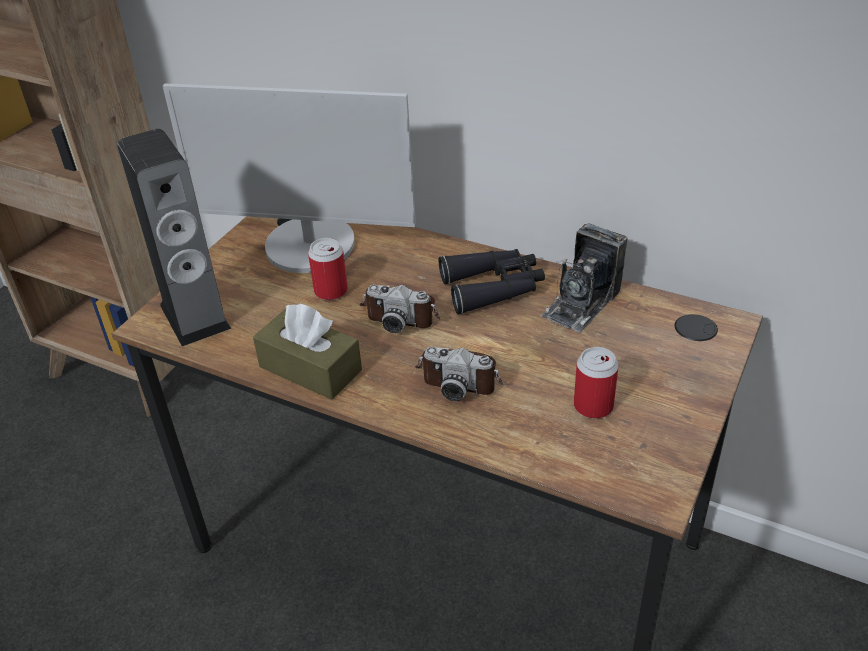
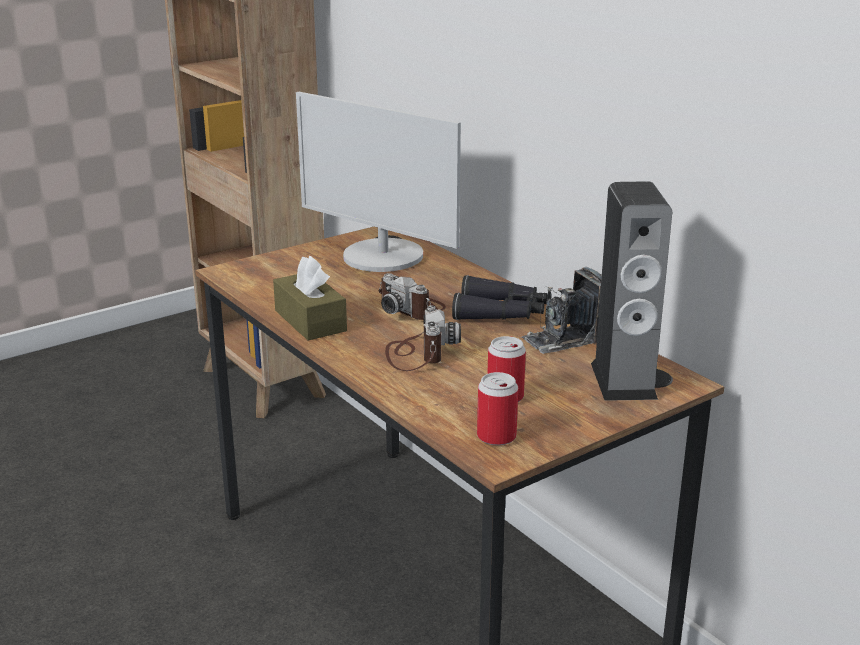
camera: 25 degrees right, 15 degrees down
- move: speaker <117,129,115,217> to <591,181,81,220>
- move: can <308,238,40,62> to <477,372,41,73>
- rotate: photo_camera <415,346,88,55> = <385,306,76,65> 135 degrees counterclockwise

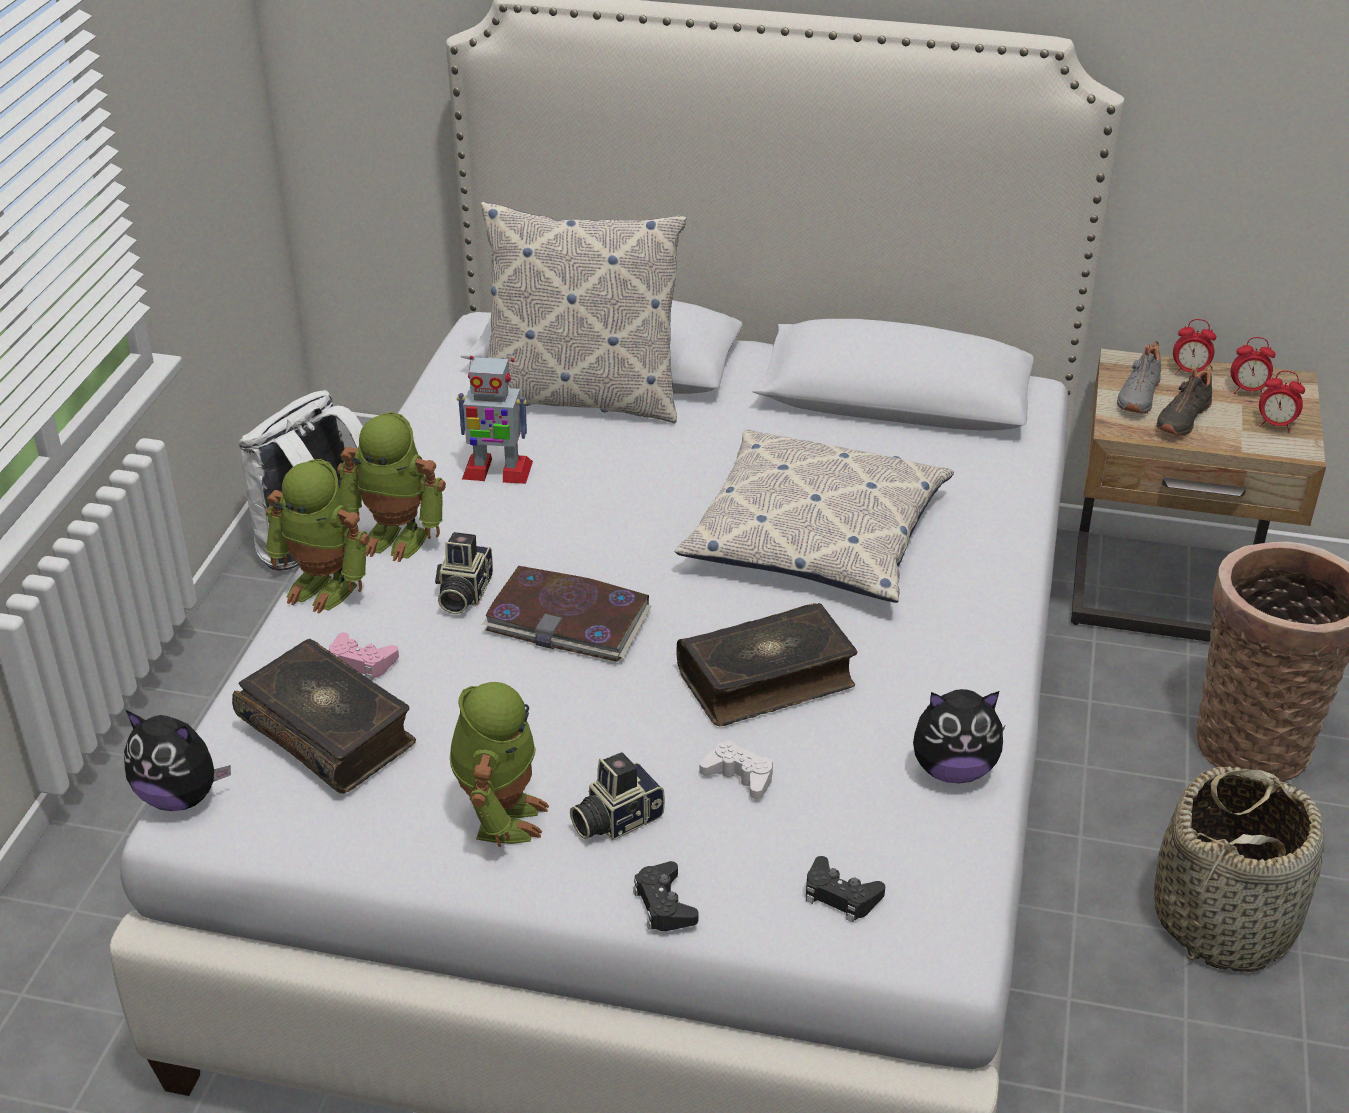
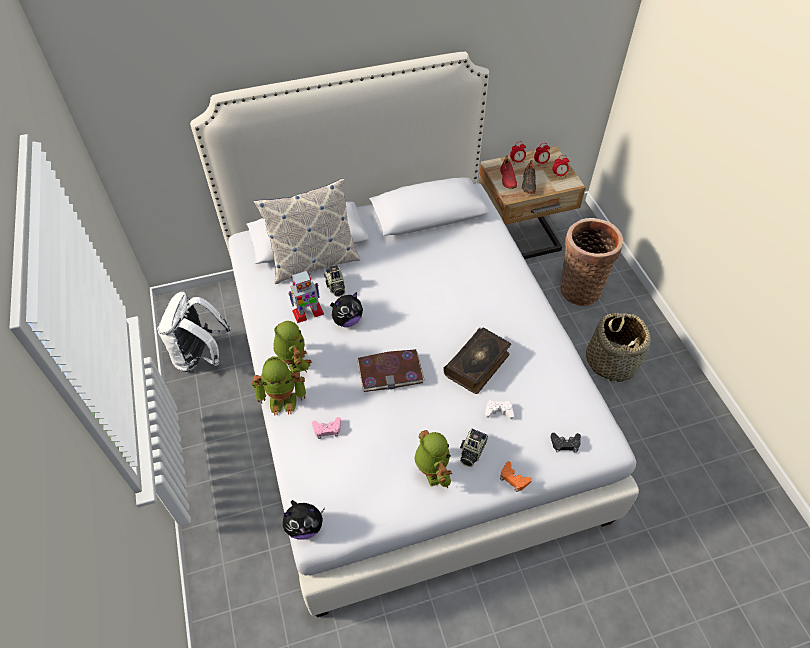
camera: 30 degrees left, 15 degrees up
- delete: book <232,639,184,155>
- delete: pillow <674,429,280,174>
- move: photo_camera <435,532,58,82> to <324,265,21,32>
- move: plush_toy <913,689,93,94> to <330,292,33,35>
- recolor: black_game_controller <633,861,65,70> to orange_game_controller <500,461,32,31>
- recolor: grey_shoe <1117,342,44,72> to red_shoe <500,155,17,34>
- rotate: toy_robot <337,412,109,150> = <273,321,39,52> 105 degrees counterclockwise

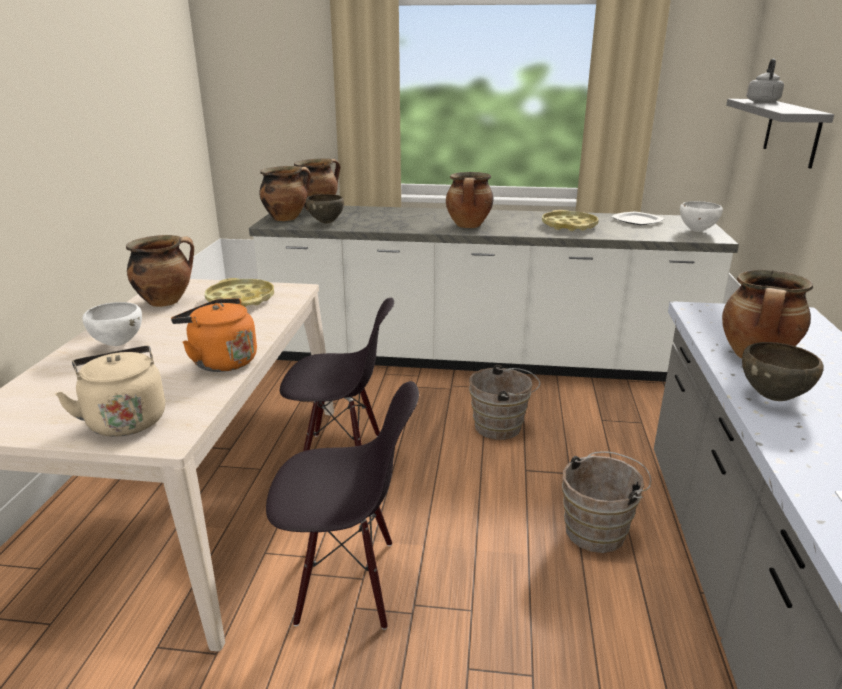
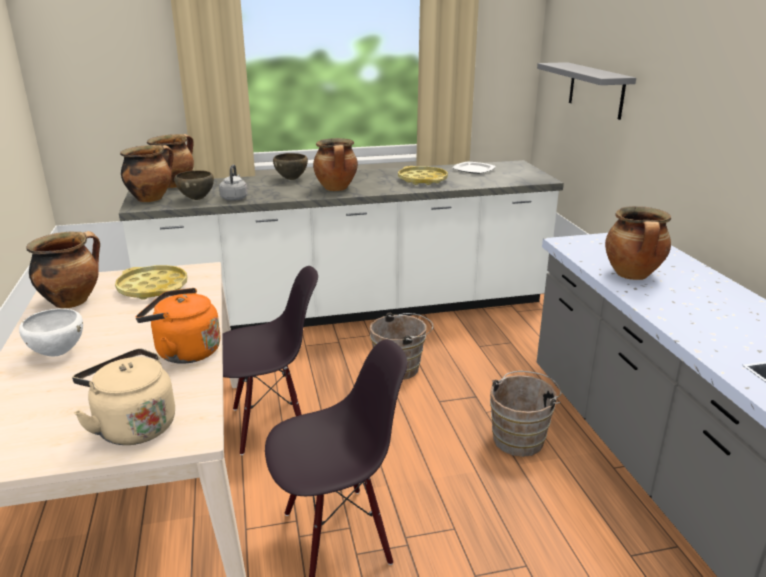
camera: 20 degrees left, 0 degrees up
- delete: white_bowl <680,201,43,31>
- move: brown_bowl <742,342,82,59> to <273,153,35,27>
- move: grey_kettle <746,59,38,44> to <219,164,29,37>

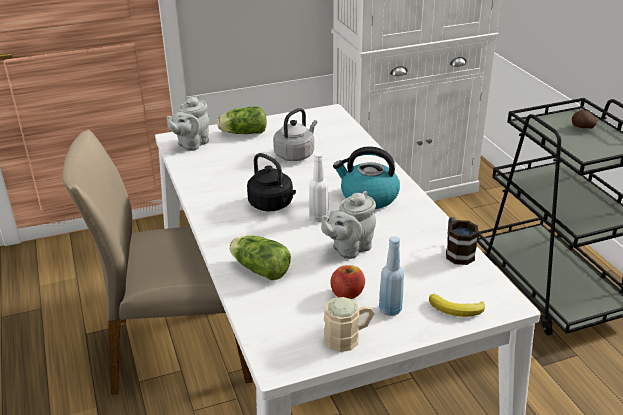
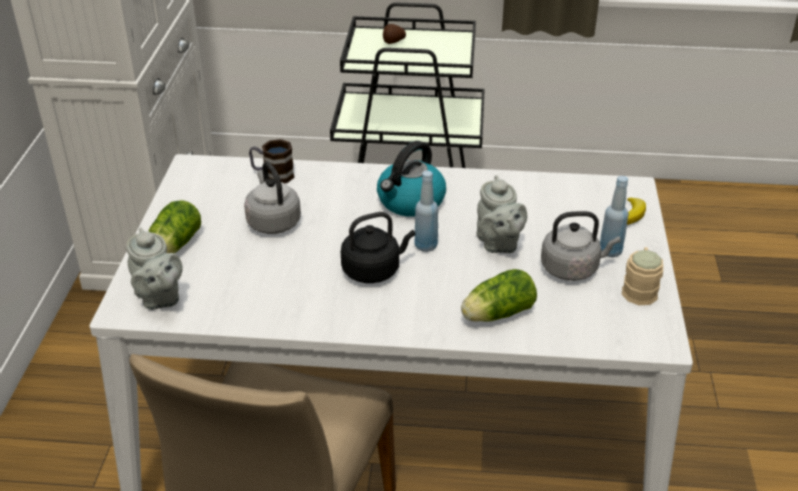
camera: 65 degrees left, 5 degrees up
- move: mug <446,217,33,48> to <249,139,46,44>
- replace: apple <330,265,35,34> to grey_kettle <541,211,80,70>
- recolor: white_bottle <309,152,19,70> to blue_bottle <414,171,24,81>

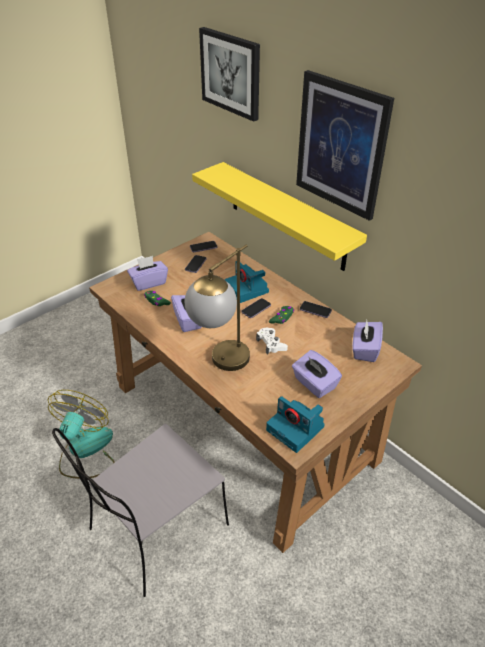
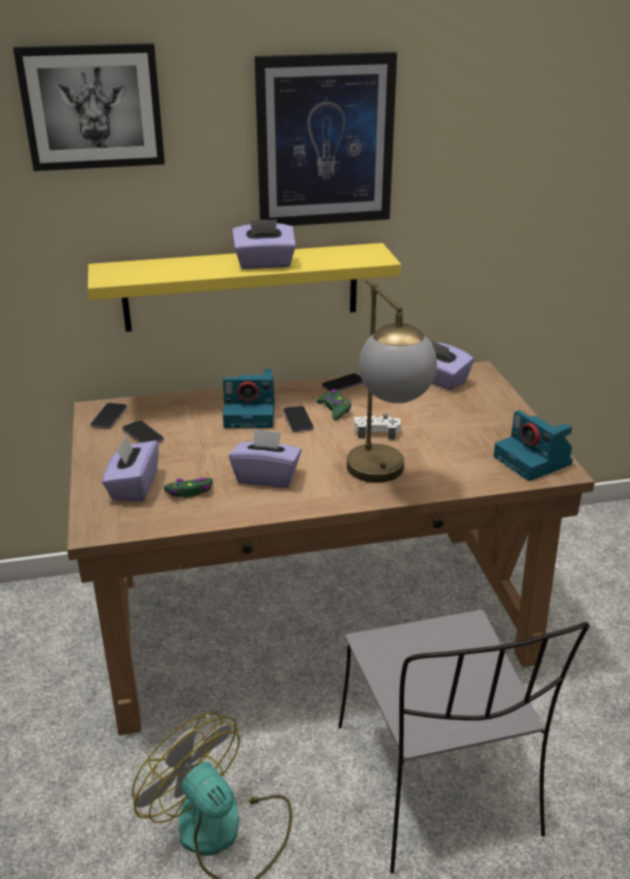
camera: 60 degrees left, 10 degrees down
- move: purple_tissue_box <292,350,50,48> to <232,219,64,50>
- rotate: photo_camera <266,396,59,57> = <493,410,80,71> 75 degrees clockwise

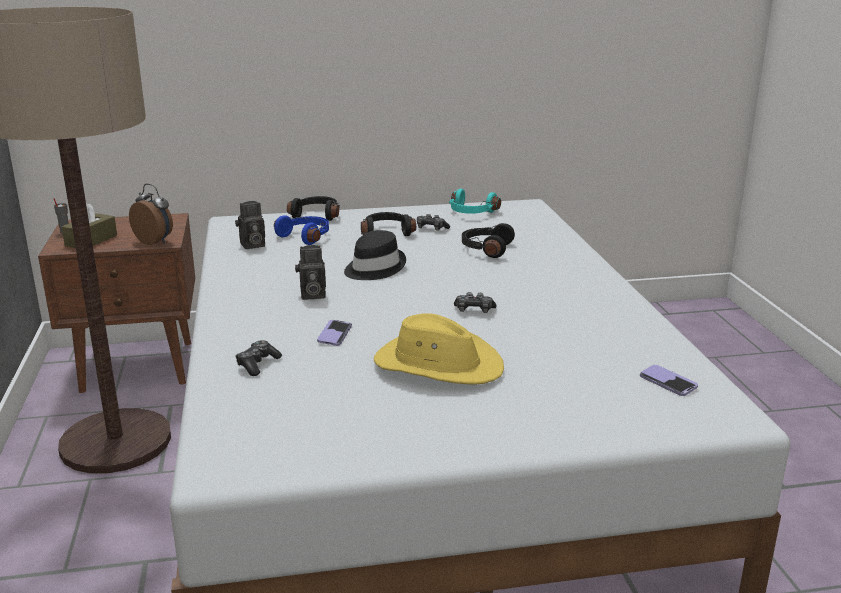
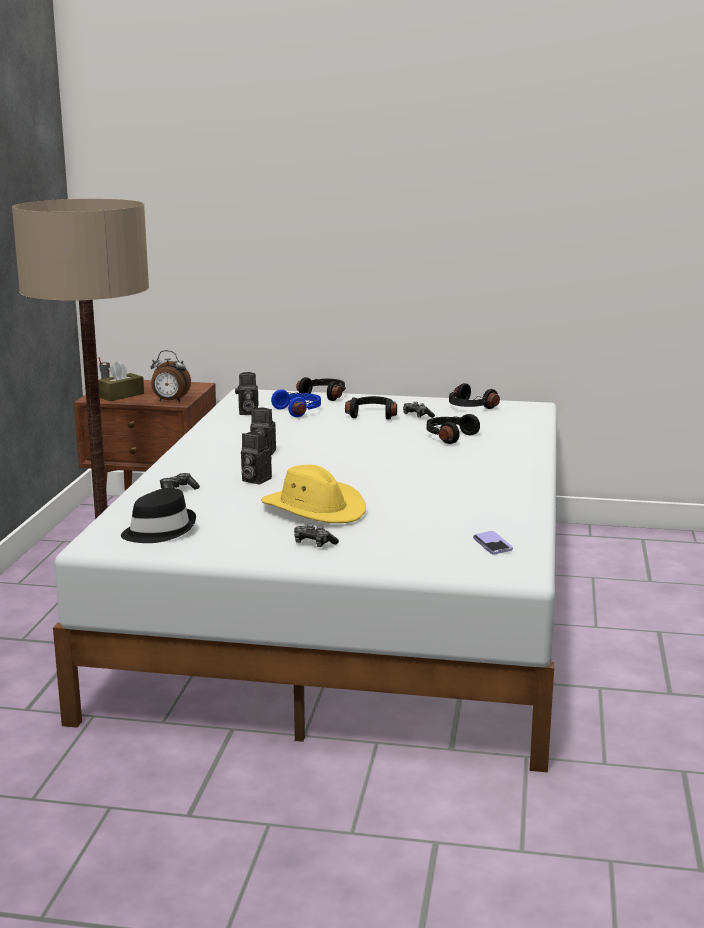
camera: 20 degrees right, 5 degrees down
- move: black_hat <344,230,62,50> to <121,488,75,55>
- move: game_controller <454,292,43,21> to <294,524,45,23>
- replace: phone <317,320,35,26> to photo_camera <241,432,31,52>
- recolor: turquoise_headphones <449,189,52,25> to black_headphones <449,383,51,26>
- rotate: alarm_clock <129,184,44,61> = <150,350,41,52> 135 degrees clockwise

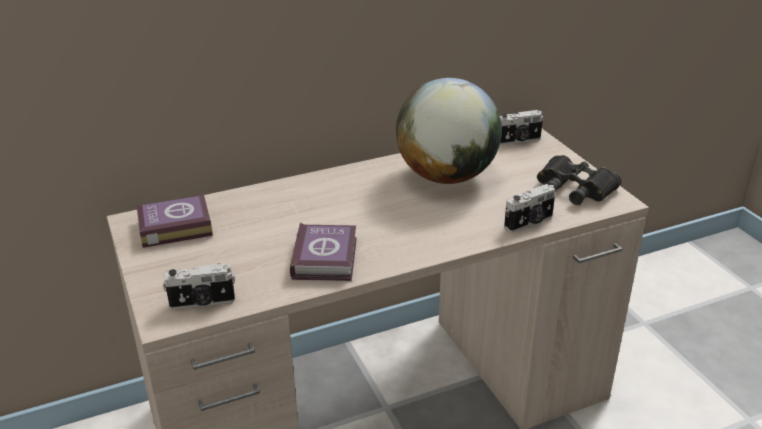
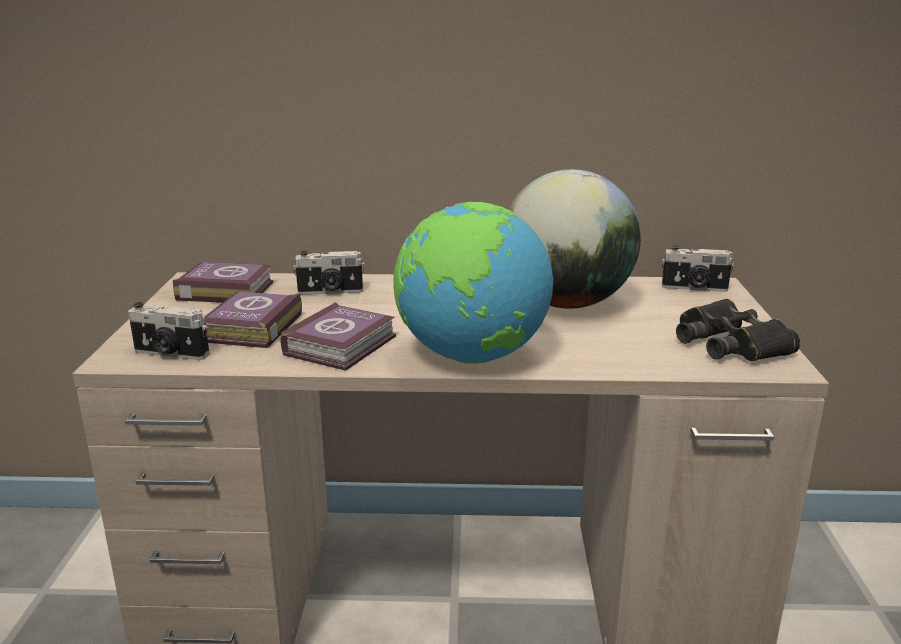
camera: 25 degrees right, 10 degrees down
- insert: book <205,291,97,57>
- insert: globe <393,202,160,162>
- move: photo_camera <504,184,52,49> to <293,251,72,44>

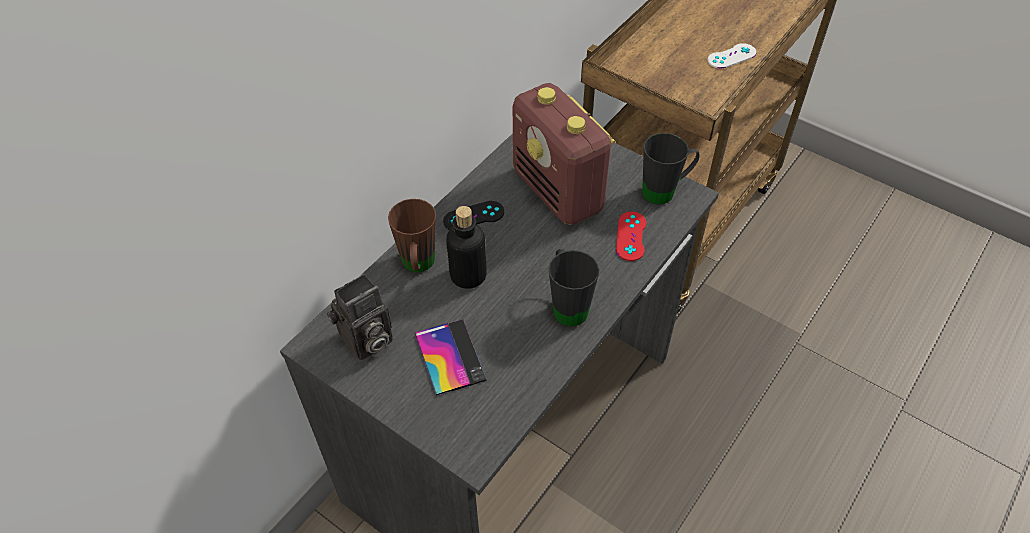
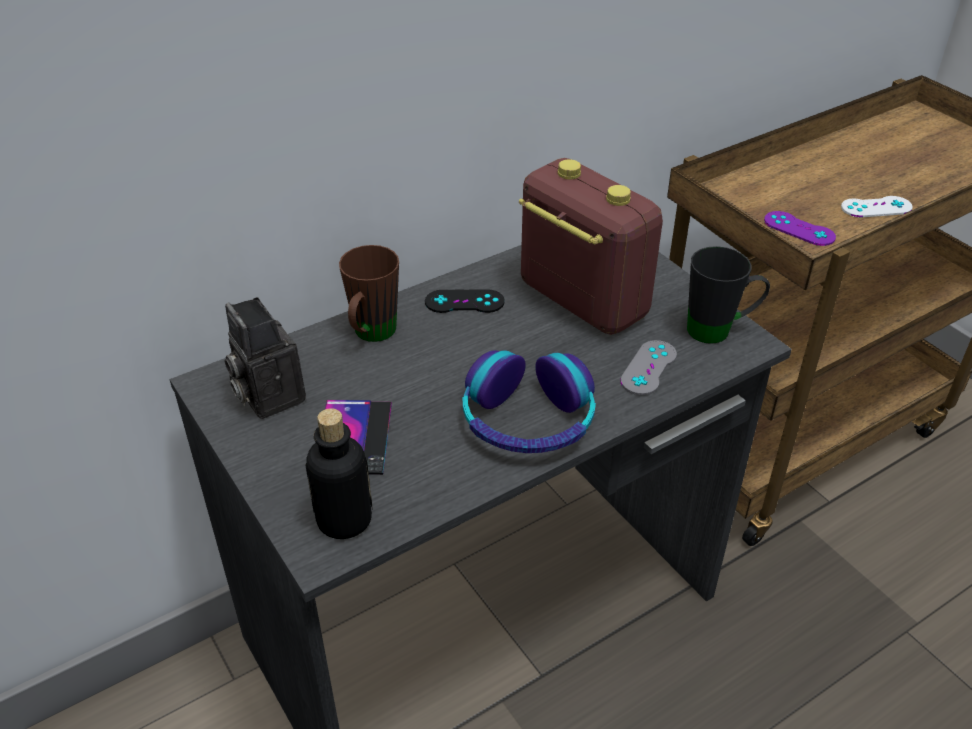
camera: 20 degrees right, 10 degrees down
- insert: purple_game_controller <764,211,72,35>
- move: bottle <446,206,41,83> to <305,408,68,131>
- replace: black_mug <549,249,50,77> to headphones <462,350,134,103>
- recolor: red_game_controller <616,211,30,50> to grey_game_controller <620,340,57,55>
- rotate: photo_camera <327,274,66,86> = <224,297,82,122> 75 degrees clockwise
- rotate: radio <513,83,102,142> = <519,158,144,177> 150 degrees clockwise

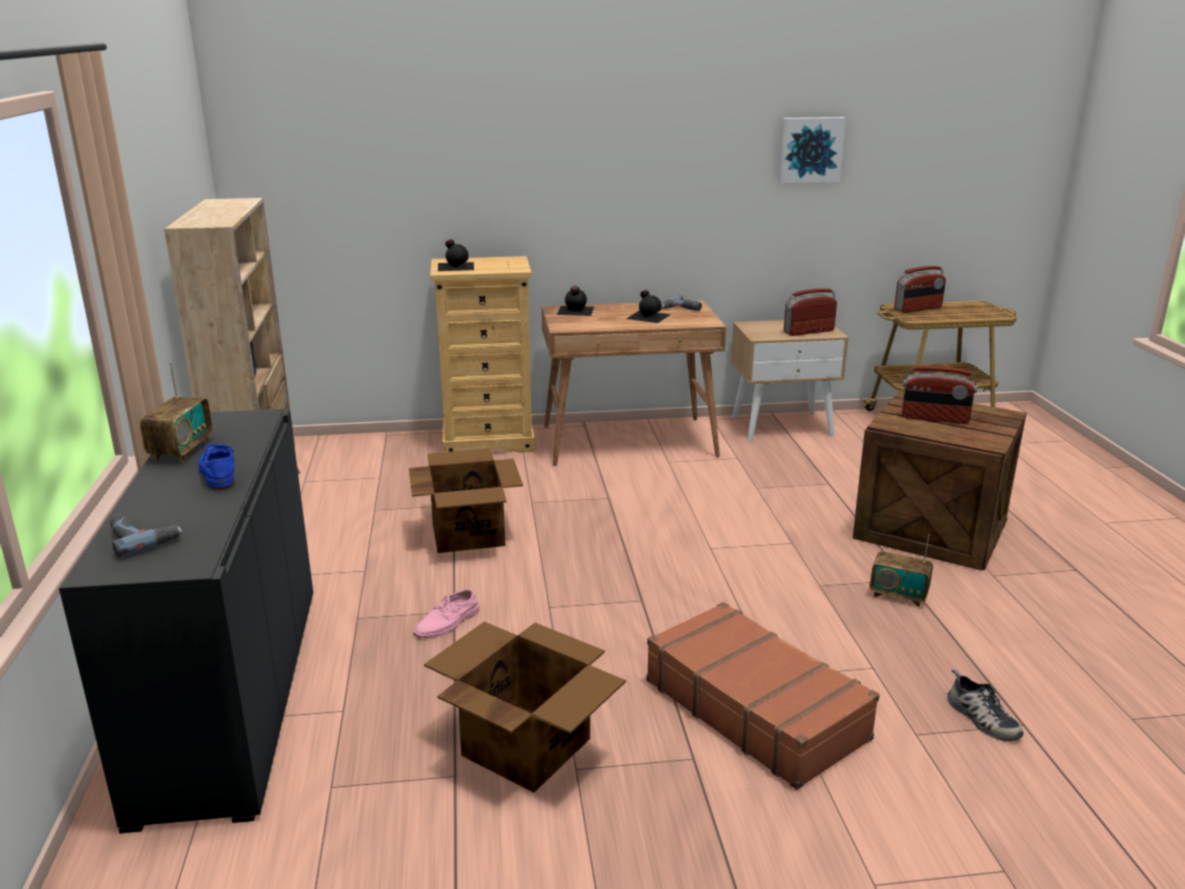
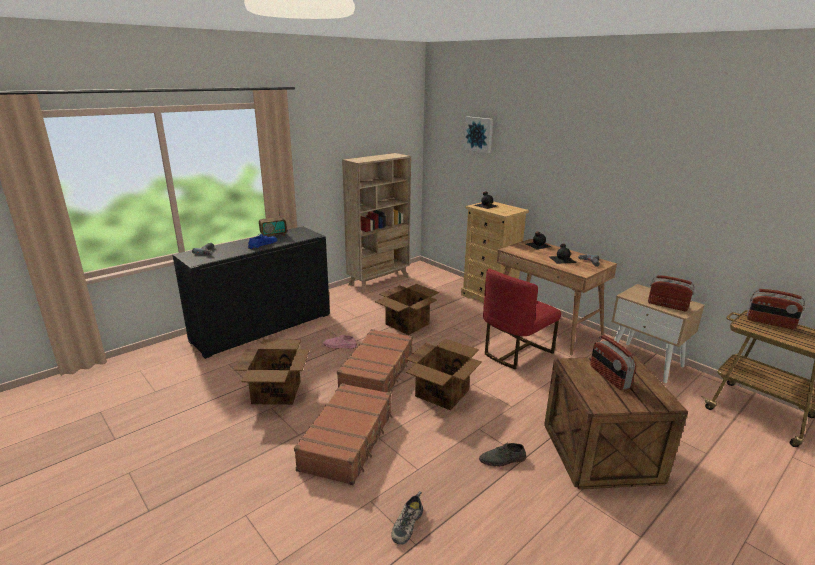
camera: 55 degrees right, 0 degrees up
- insert: brown_suitcase <337,329,76,63>
- insert: cardboard_box <406,339,76,72>
- insert: red_chair <483,268,78,101>
- move: picture <778,117,68,66> to <464,116,29,37>
- replace: radio <870,534,63,73> to grey_shoe <479,442,47,25>

